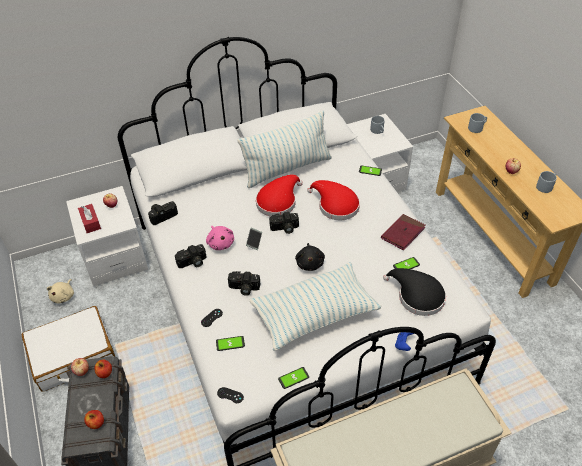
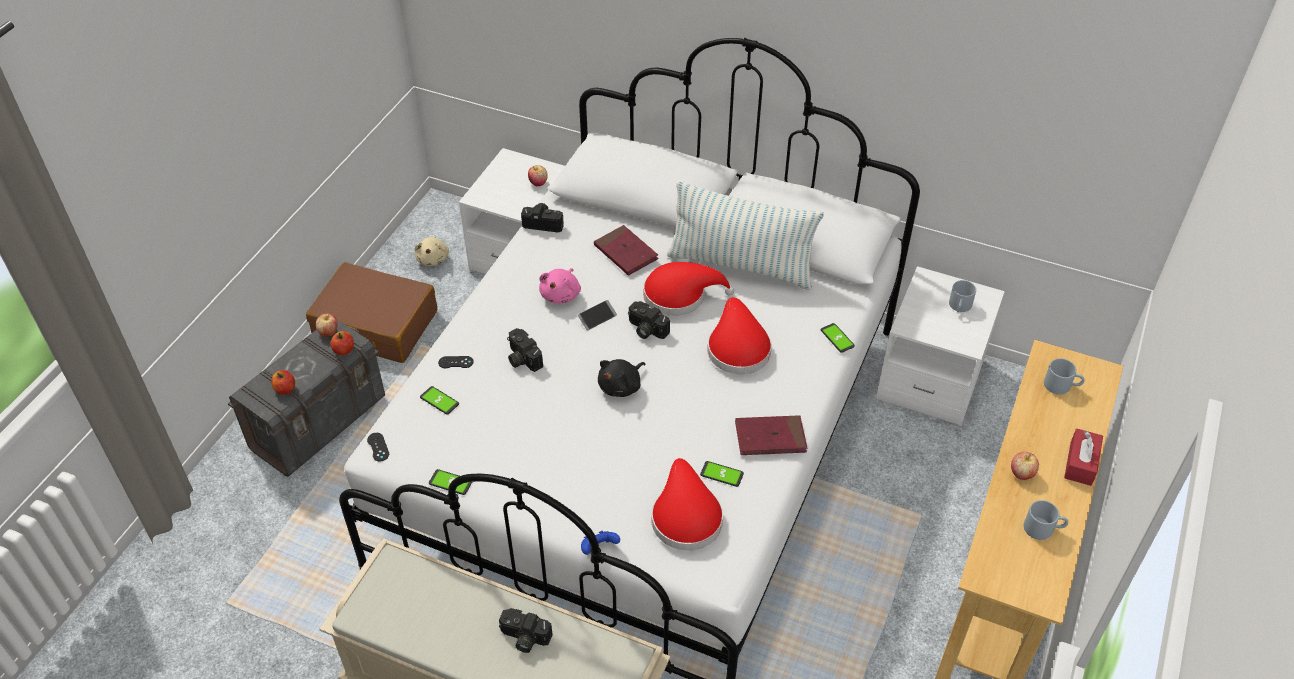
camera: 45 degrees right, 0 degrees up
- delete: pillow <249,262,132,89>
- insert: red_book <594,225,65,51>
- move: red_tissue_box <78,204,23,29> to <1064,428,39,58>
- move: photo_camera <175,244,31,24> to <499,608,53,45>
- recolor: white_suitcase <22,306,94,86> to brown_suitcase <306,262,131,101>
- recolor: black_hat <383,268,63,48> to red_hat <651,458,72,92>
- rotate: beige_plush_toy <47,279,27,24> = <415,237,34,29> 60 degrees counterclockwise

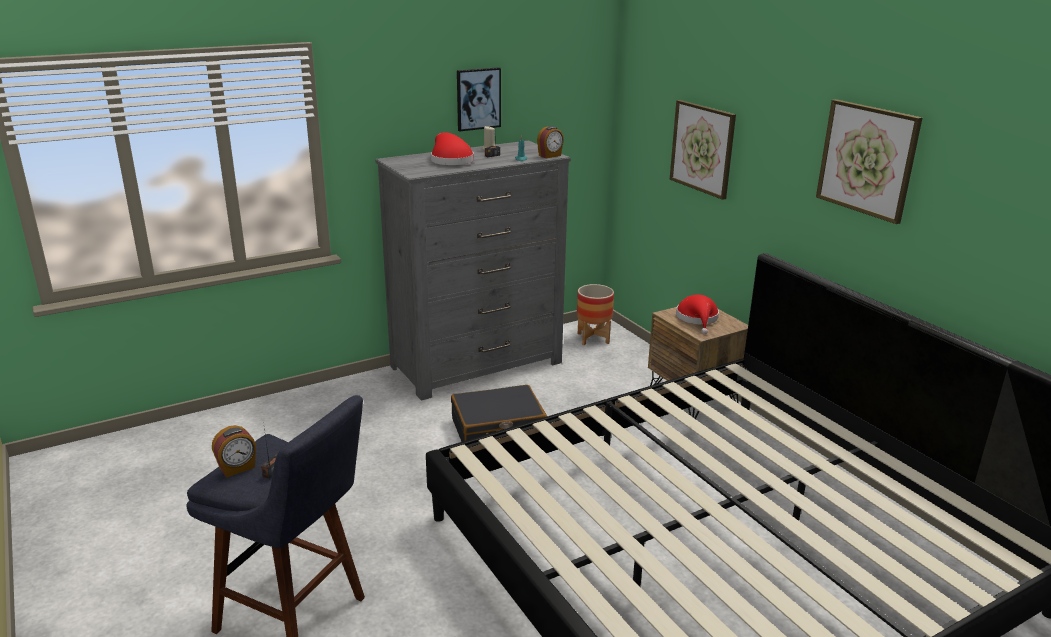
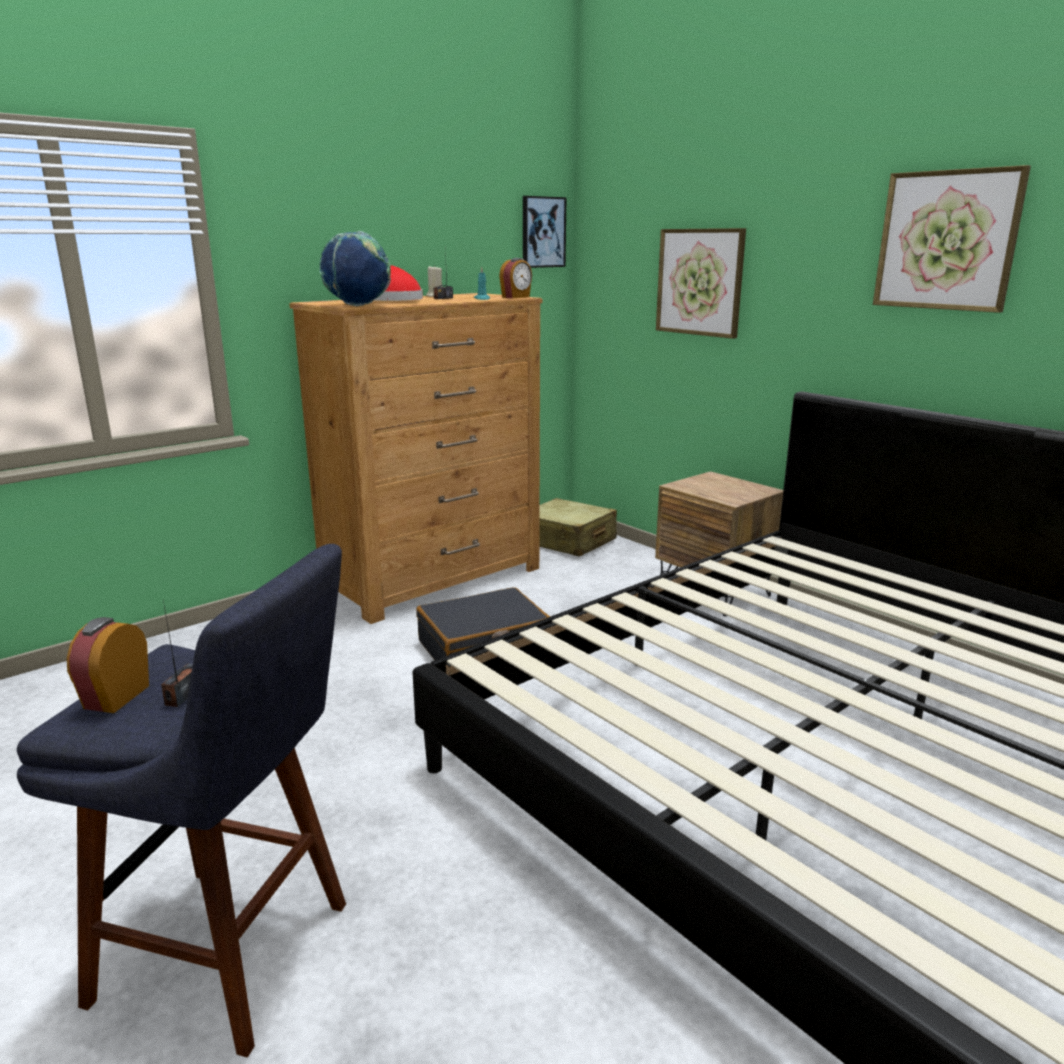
camera: 10 degrees left, 5 degrees down
- delete: red_hat <676,295,43,39>
- insert: globe <319,231,72,75>
- move: picture <457,67,44,64> to <523,196,43,72>
- replace: planter <577,284,37,61> to beige_suitcase <539,498,78,59>
- recolor: grey_dresser <375,141,196,260> to brown_dresser <289,293,253,331>
- rotate: alarm_clock <212,425,44,53> = <67,617,82,96> 150 degrees clockwise

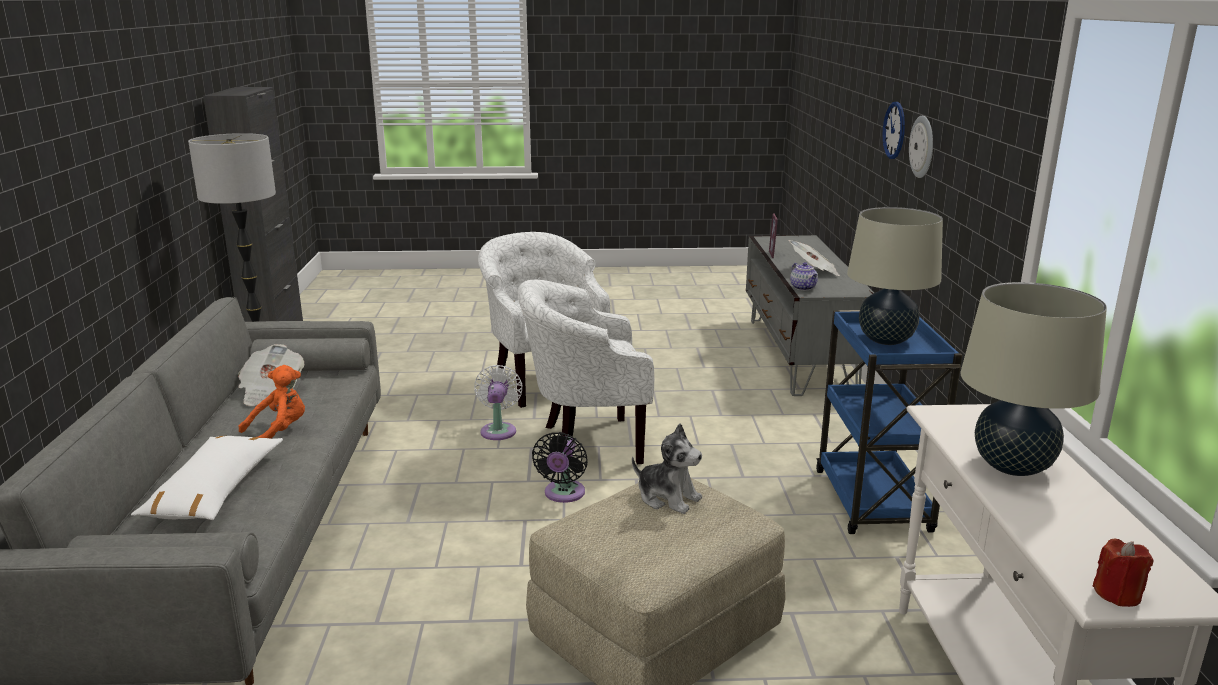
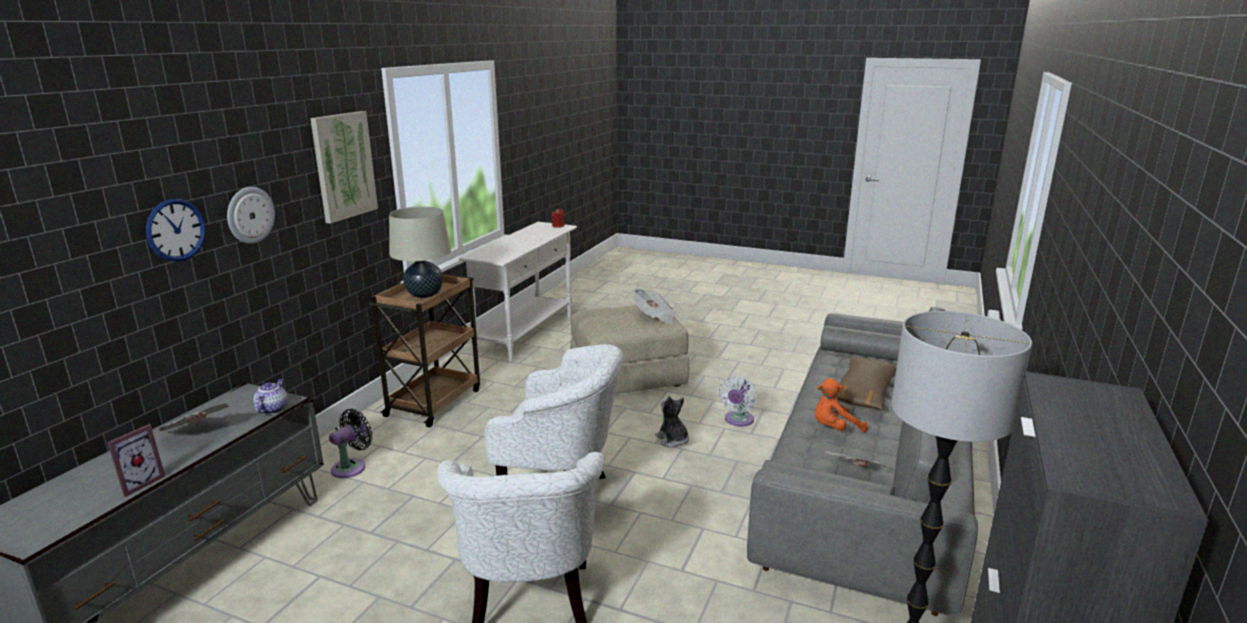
camera: 155 degrees left, 0 degrees up
- delete: beige_table_lamp <960,282,147,194>
- insert: picture <310,111,68,113>
- insert: newspaper <633,289,43,35>
- move: white_fan <474,365,49,75> to <718,375,39,51>
- move: black_fan <532,432,56,71> to <329,409,43,69>
- move: plush_toy <632,424,70,90> to <655,396,34,52>
- recolor: white_pillow <131,436,152,84> to brown_pillow <836,356,61,53>
- recolor: blue_cart <816,310,146,224> to brown_cart <368,273,112,154>

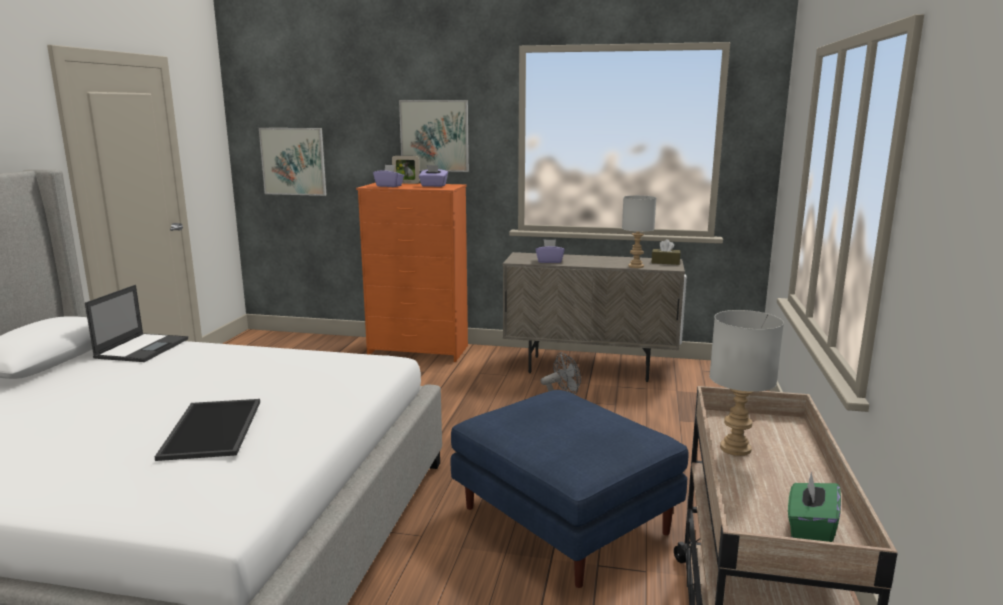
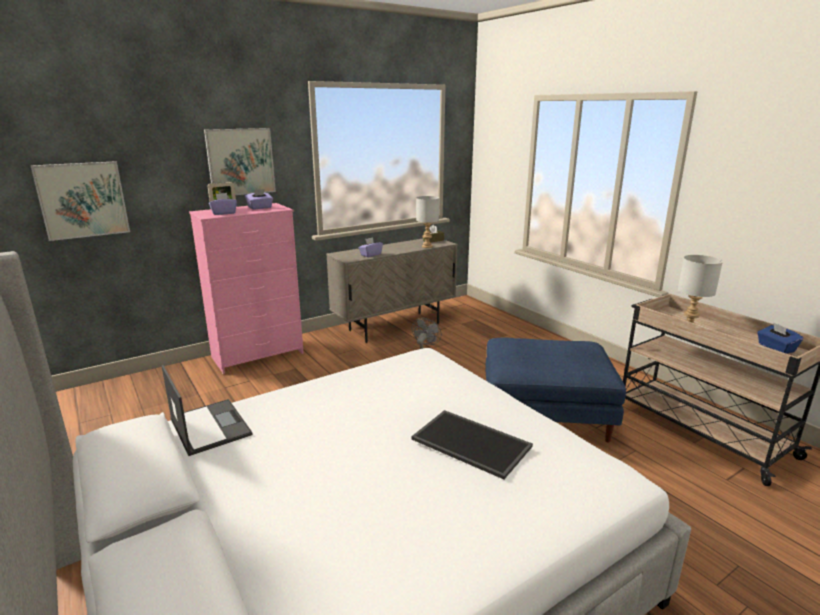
camera: 45 degrees left, 5 degrees up
- recolor: orange_dresser <356,183,112,179> to pink_dresser <189,203,115,171>
- recolor: green_tissue_box <788,472,53,70> to blue_tissue_box <757,322,46,32>

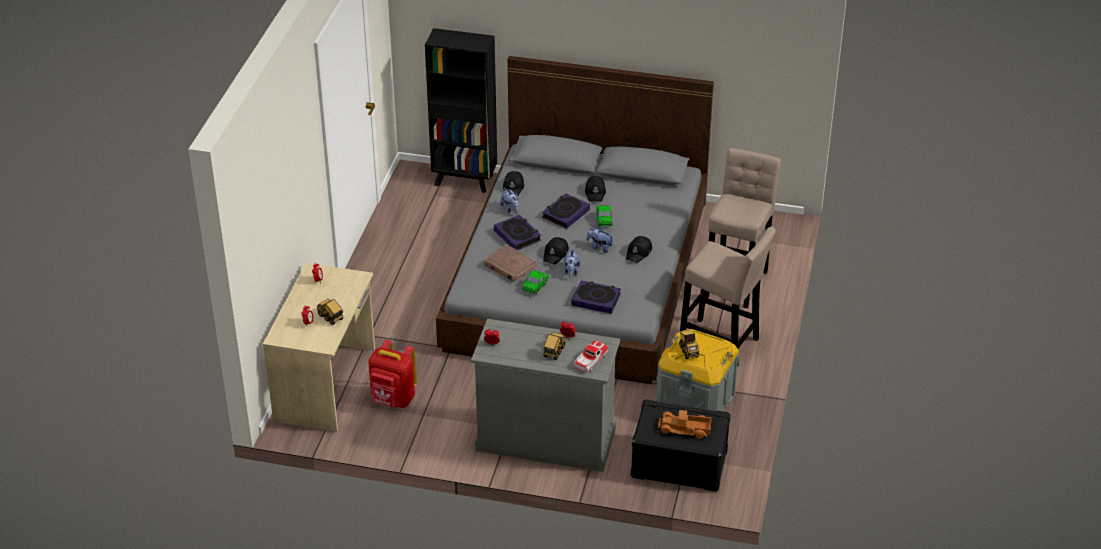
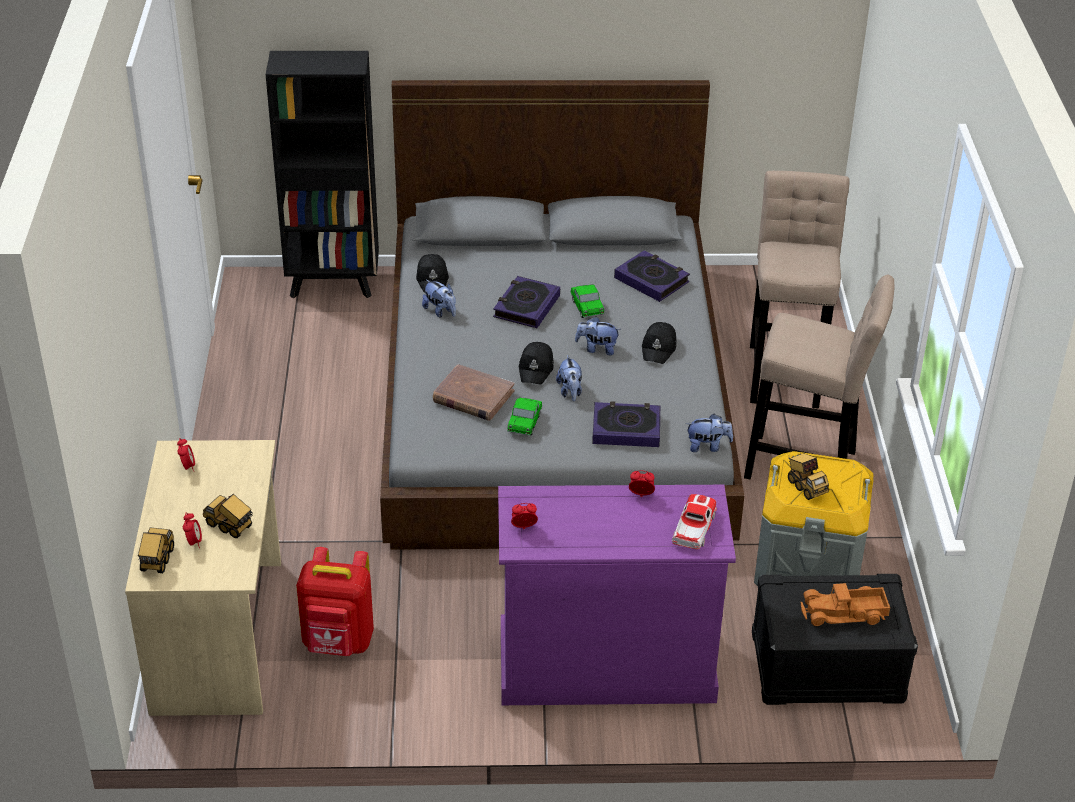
camera: 15 degrees left, 0 degrees up
- delete: black_cap <585,176,21,25>
- insert: plush_toy <686,414,47,38>
- move: book <494,215,47,35> to <614,251,76,51>
- move: toy_truck <544,332,22,28> to <138,527,36,46>
- recolor: grey_dresser <471,319,149,153> to purple_dresser <498,485,238,220>

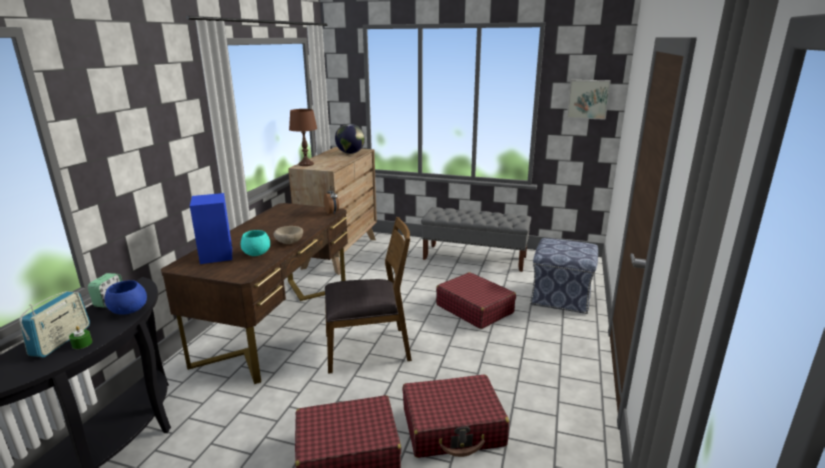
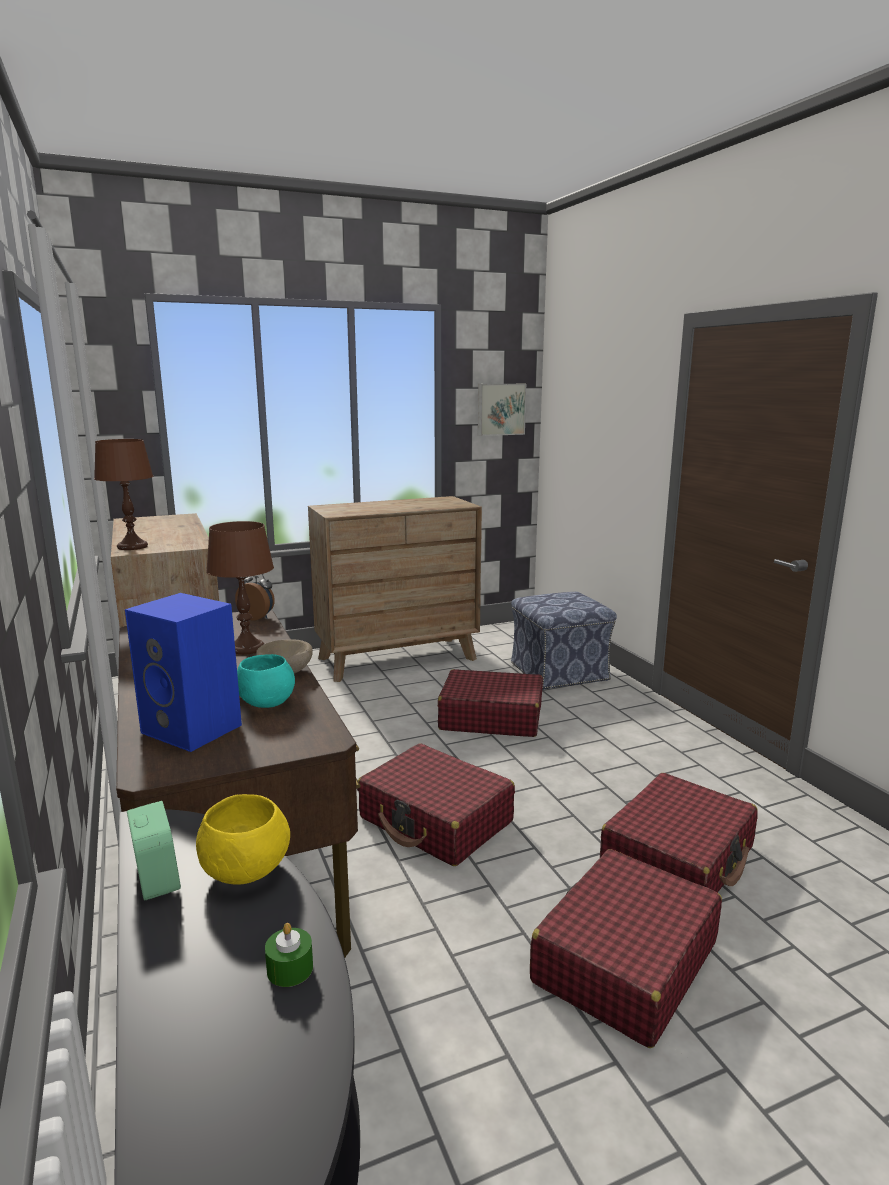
camera: 40 degrees left, 5 degrees down
- delete: radio <19,291,71,66>
- delete: globe <335,124,30,30>
- insert: brown_table_lamp <206,521,68,134>
- replace: brown_chair <325,217,87,157> to red_suitcase <357,743,158,123>
- replace: grey_bench <421,207,110,65> to brown_dresser <308,496,174,186>
- recolor: blue_bowl <105,280,42,35> to yellow_bowl <196,794,94,91>

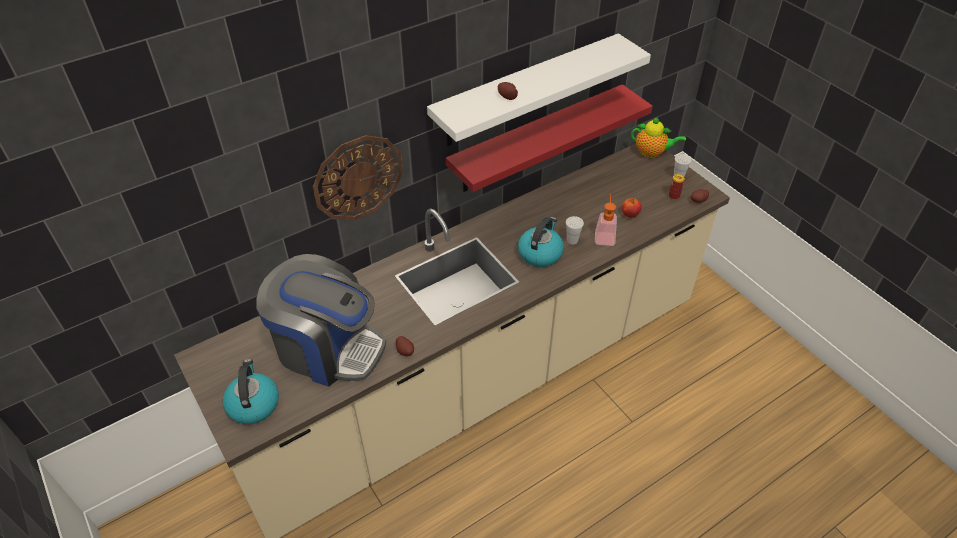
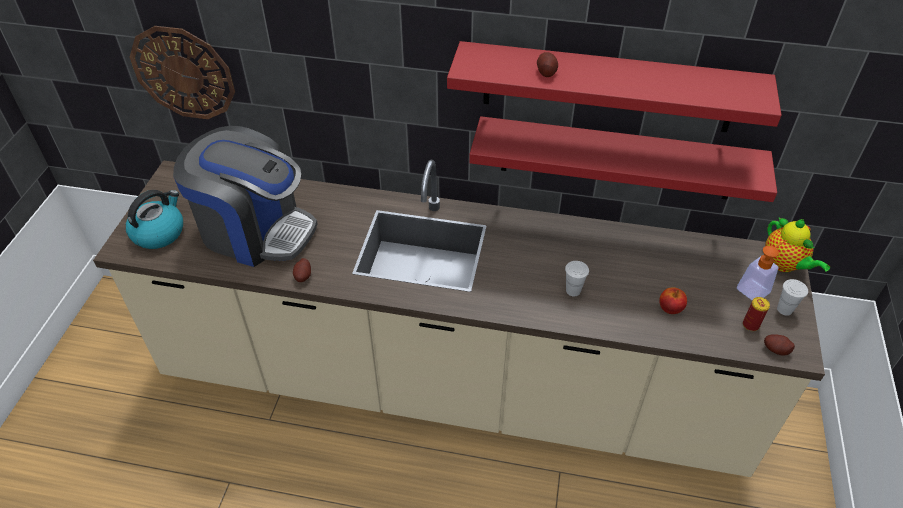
camera: 45 degrees right, 0 degrees up
- delete: kettle <518,217,46,50>
- move: wall_clock <313,135,90,85> to <129,26,106,93>
- move: soap_dispenser <595,194,22,52> to <737,240,50,60>
- recolor: white_shelf <427,33,224,113> to red_shelf <447,41,335,91>
- rotate: coffee_machine <256,254,130,133> = <173,126,144,141> 45 degrees counterclockwise

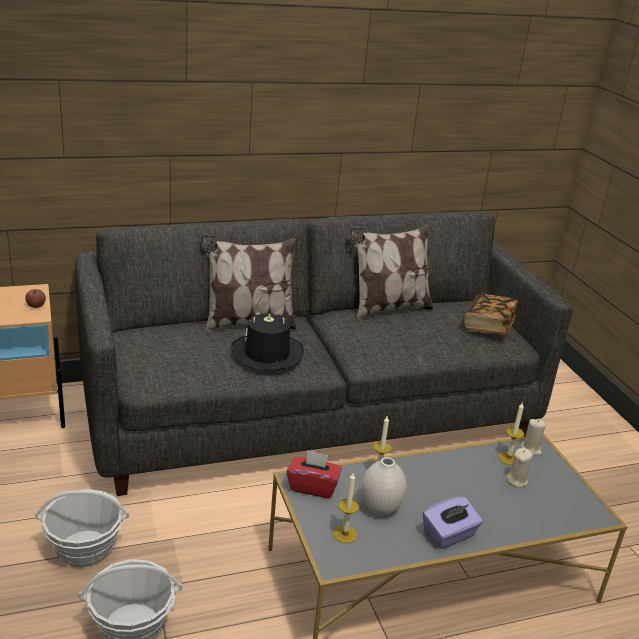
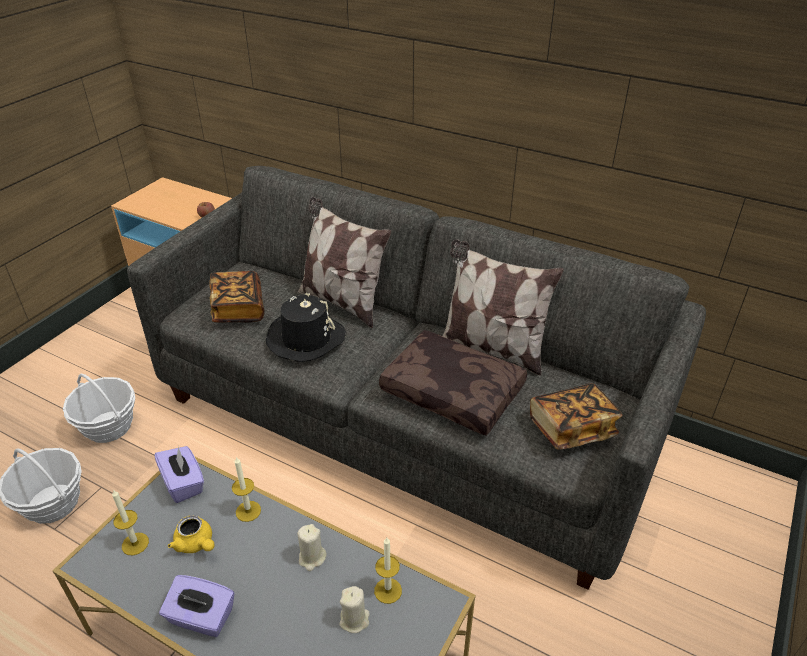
camera: 50 degrees right, 10 degrees up
- insert: book <209,271,55,52>
- insert: brown_pillow <379,330,148,106>
- move: beige_candle <521,419,25,36> to <297,524,29,47>
- replace: white_vase <361,457,46,58> to yellow_teapot <168,515,46,38>
- recolor: red_tissue_box <287,450,55,48> to purple_tissue_box <154,446,50,57>

